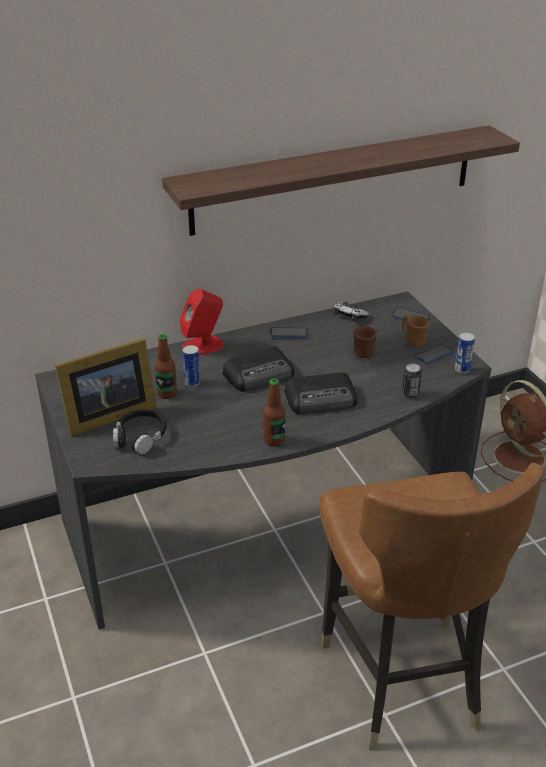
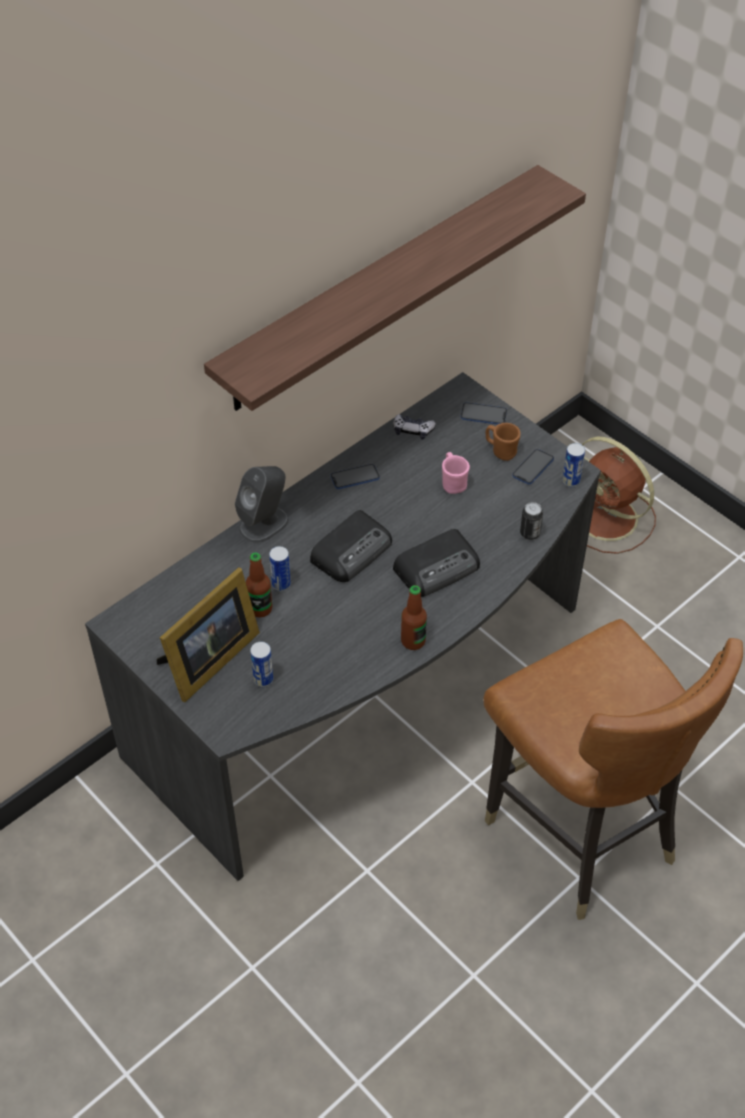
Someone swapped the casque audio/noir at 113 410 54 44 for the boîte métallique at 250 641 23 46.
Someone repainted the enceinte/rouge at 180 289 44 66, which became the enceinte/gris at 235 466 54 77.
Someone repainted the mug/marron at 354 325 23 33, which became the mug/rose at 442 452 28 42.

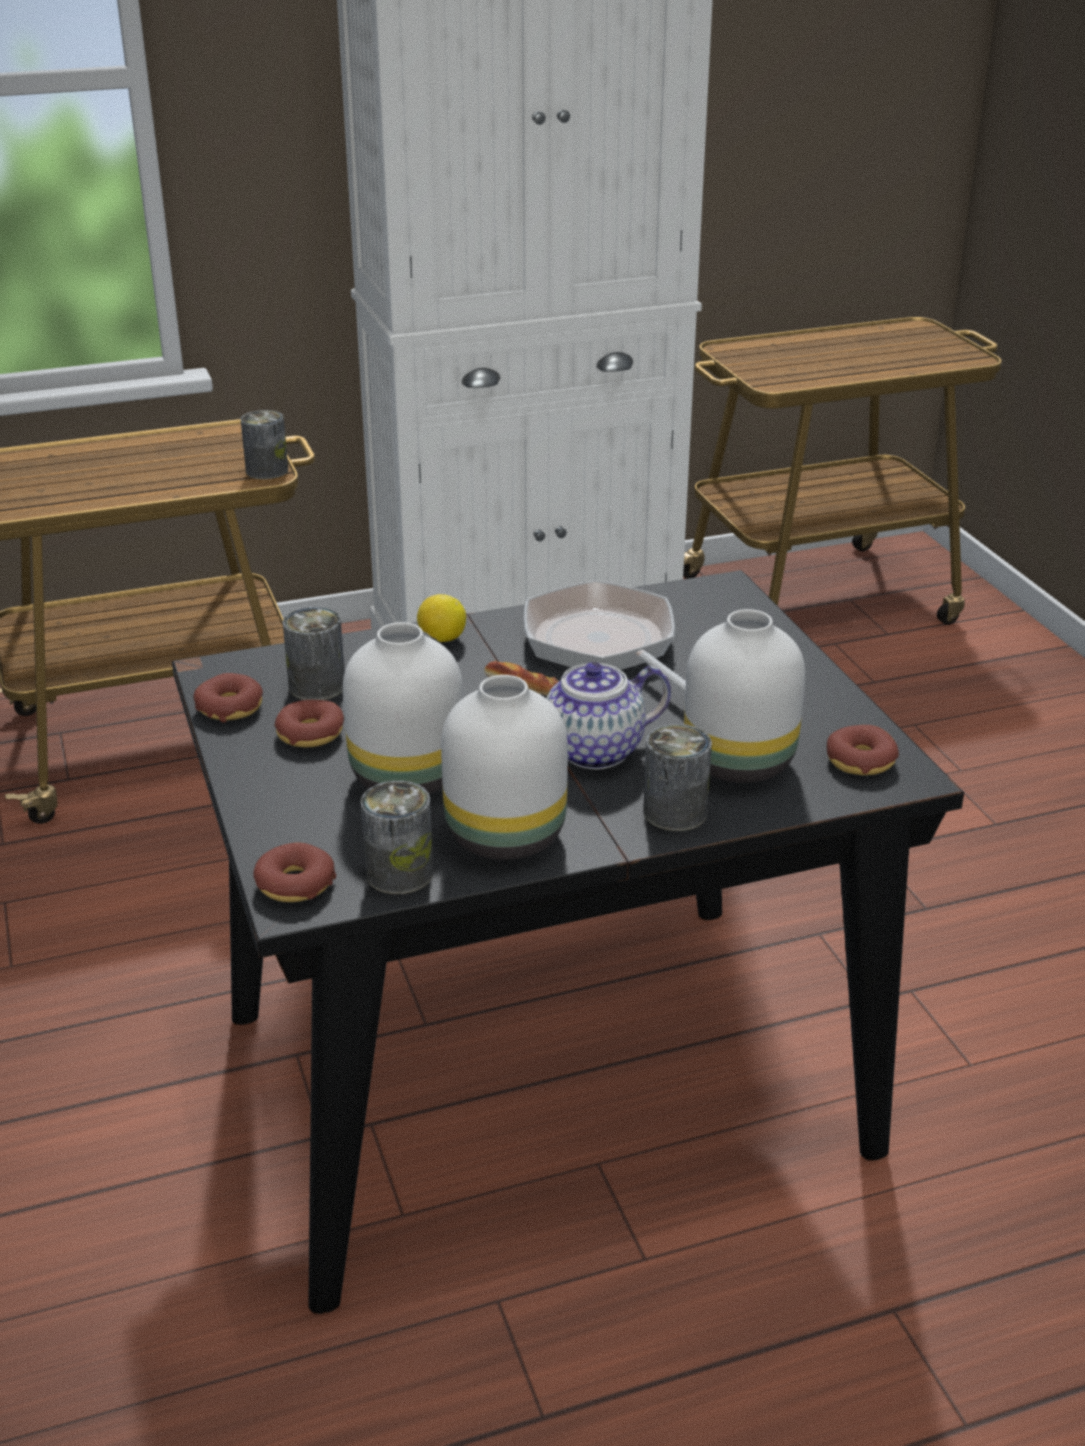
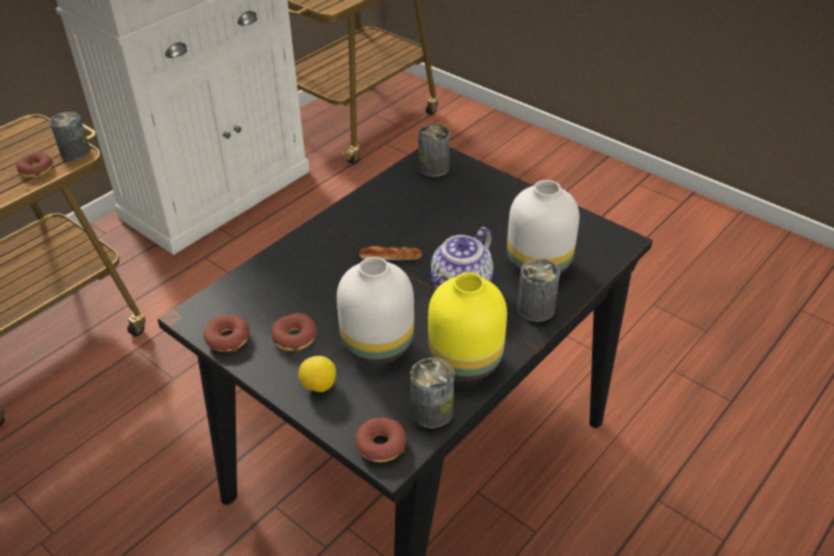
Someone carried the boîte métallique from 283 607 62 93 to 418 124 32 53.
Someone carried the citron from 417 594 49 48 to 298 356 38 36.
Someone repainted the vase/blanc at 441 675 127 185, which became the vase/jaune at 428 273 79 108.
Someone took away the poêle at 524 580 162 112.
Someone carried the beignet from 827 725 72 50 to 16 152 37 26.

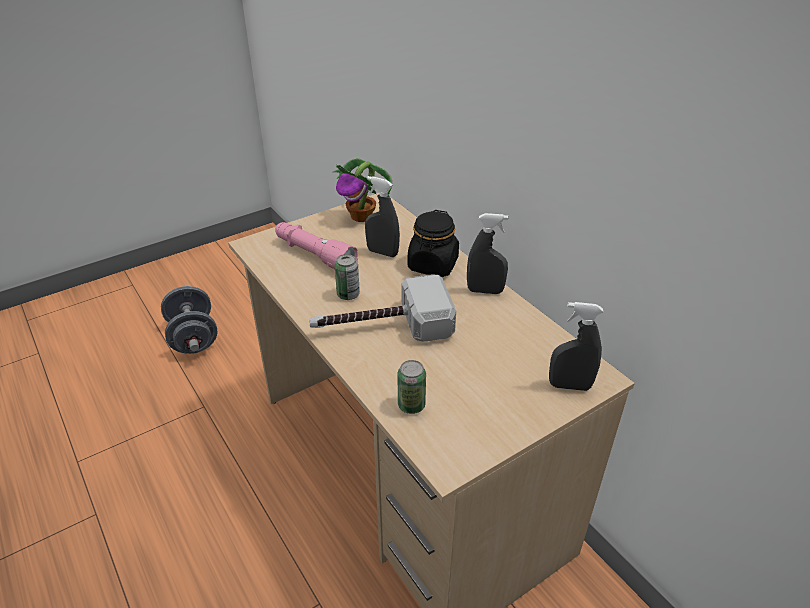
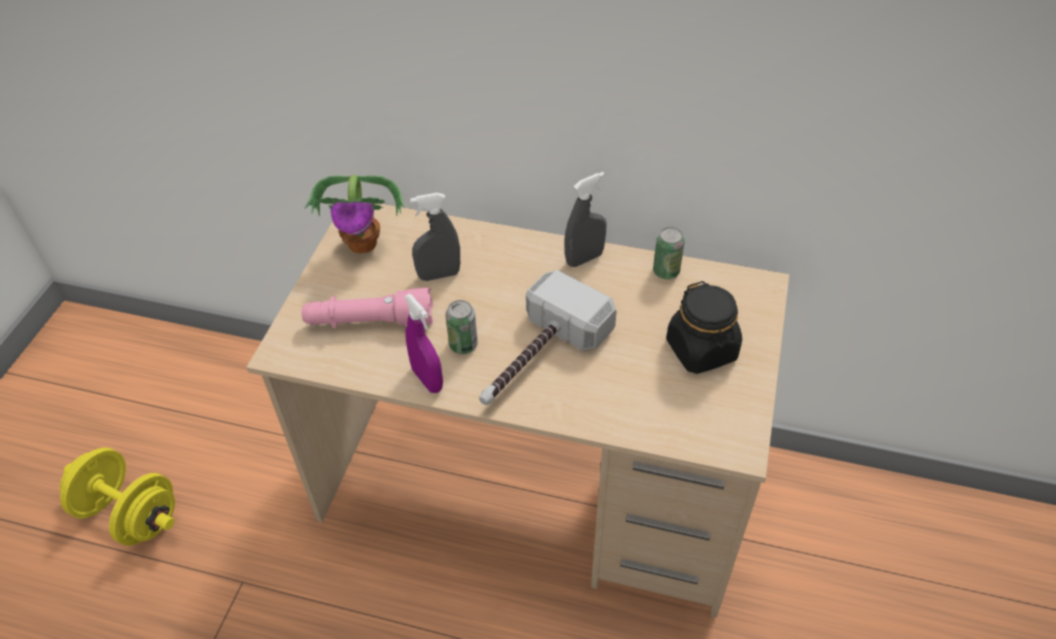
Someone repainted the haltère/gris at 161 286 56 68, which became the haltère/jaune at 60 448 115 98.
Someone carried the boîte métallique from 397 360 29 54 to 653 227 32 52.
Someone carried the bocal/noir from 408 210 51 67 to 666 281 76 93.
Someone took away the vaporisateur/gris at 549 302 54 89.
Someone put down the vaporisateur/violet at 404 294 39 99.

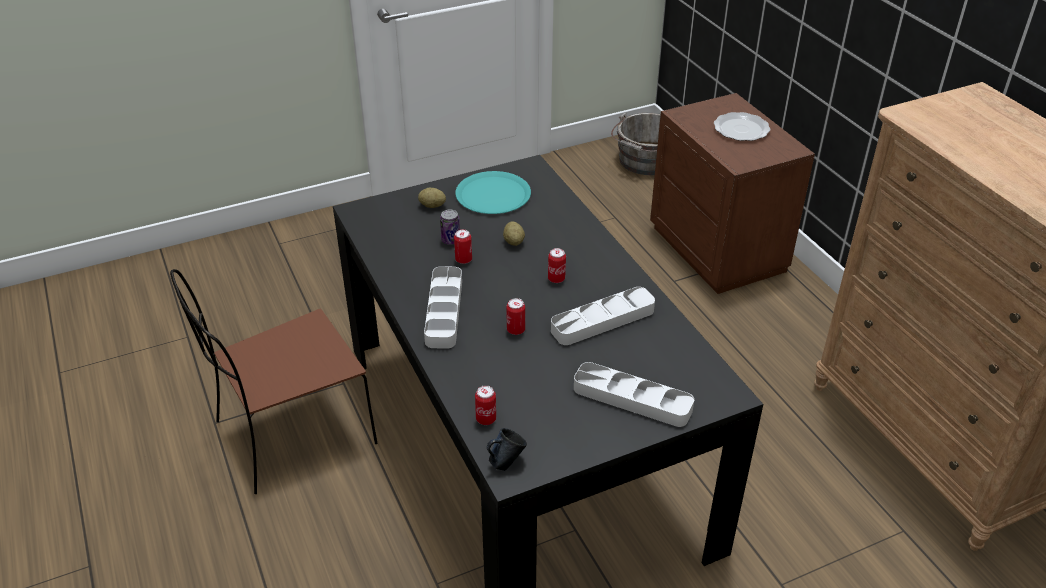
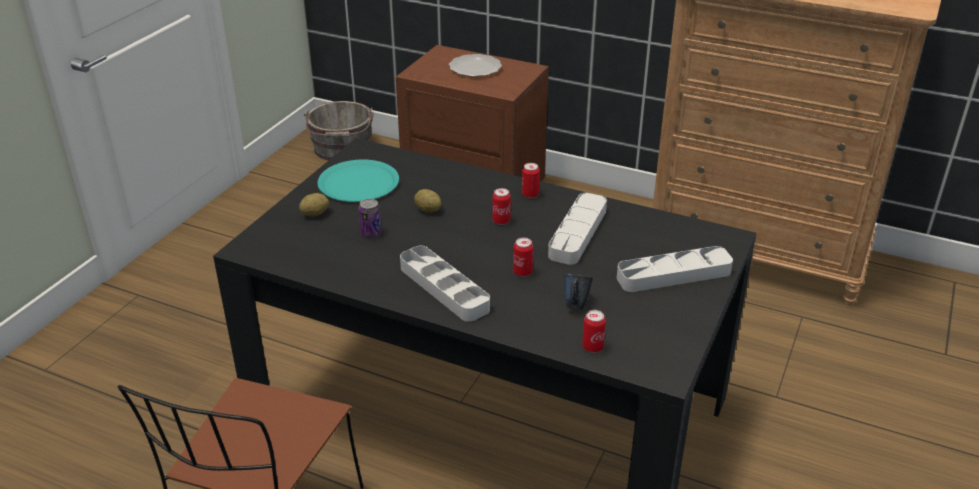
Someone carried the boîte métallique from 454 229 18 35 to 522 163 18 35.
Someone carried the mug/bleu from 487 428 40 43 to 564 274 29 35.

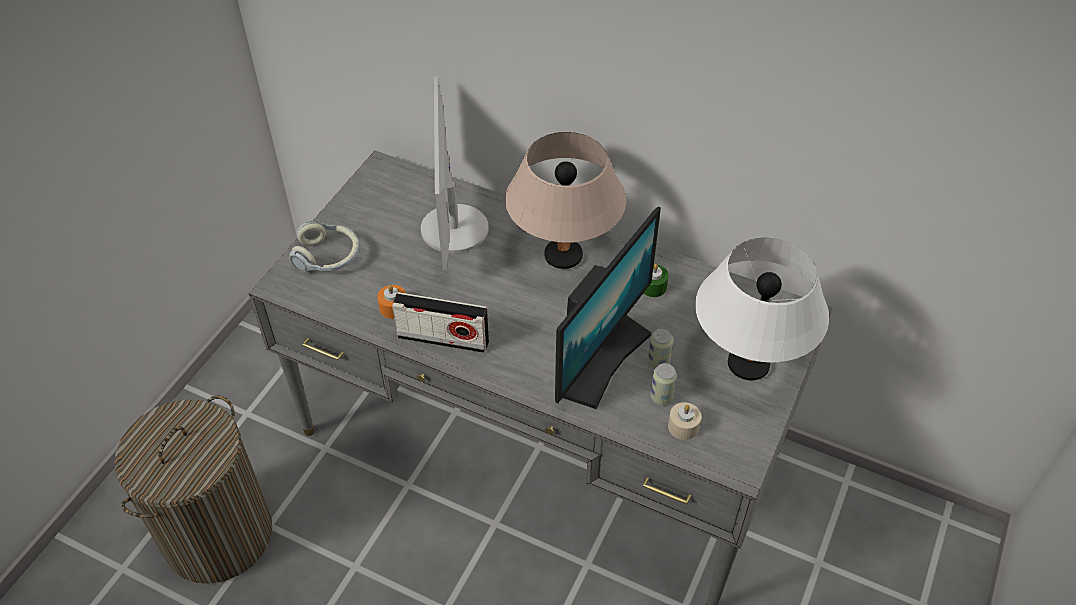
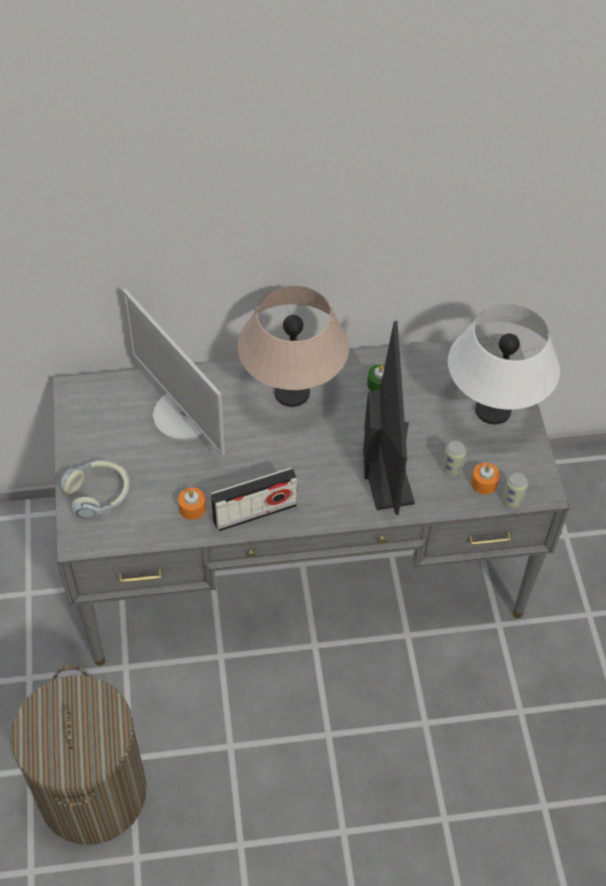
Someone carried the boîte métallique from 648 328 26 41 to 502 472 26 36.
Someone repainted the bougie/beige at 668 402 33 38, which became the bougie/orange at 471 463 29 31.

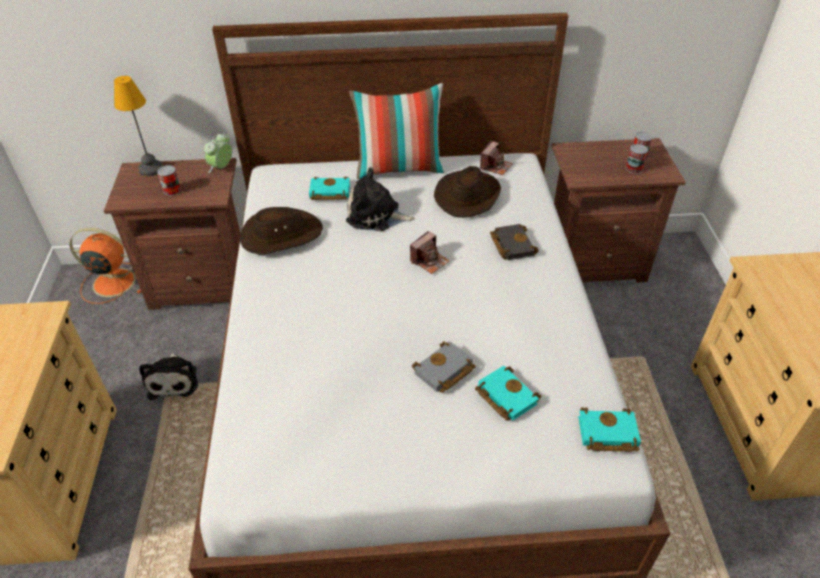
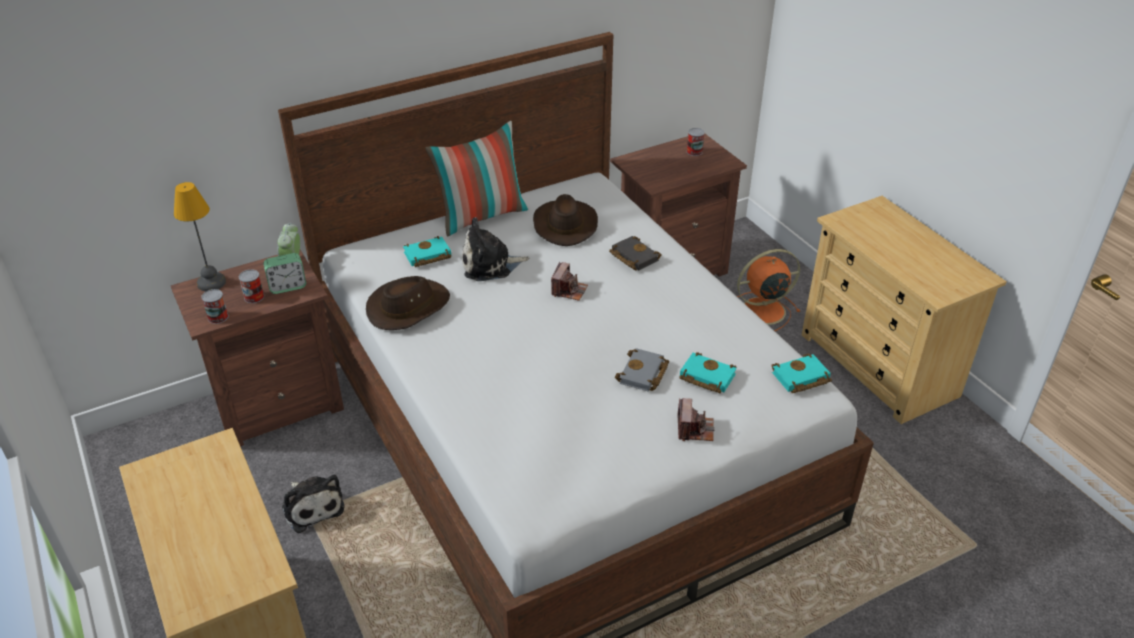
Someone carried the ventilateur/orange from 70 228 71 76 to 737 249 63 82.
Someone carried the appareil photo from 480 141 33 34 to 677 398 37 43.
Someone carried the boîte métallique from 625 144 23 29 to 201 289 28 35.
Someone put down the réveil at 263 253 43 41.

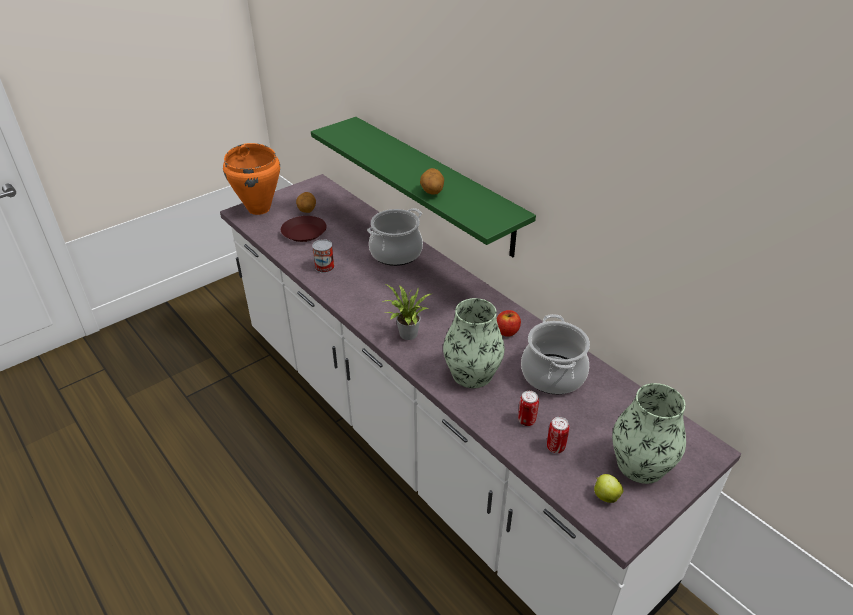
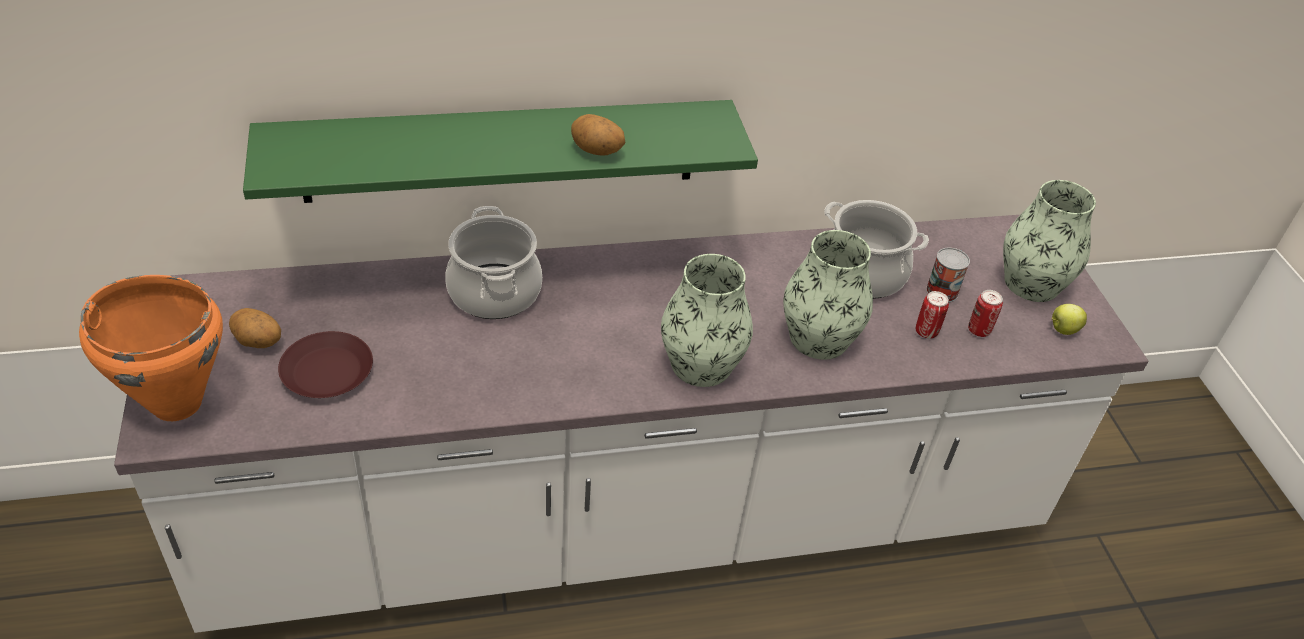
Someone carried the boîte métallique from 312 239 23 34 to 926 248 44 54.
Someone swapped the plante en pot at 382 284 49 56 for the vase at 661 254 92 133.
Someone took away the pomme at 497 310 24 27.

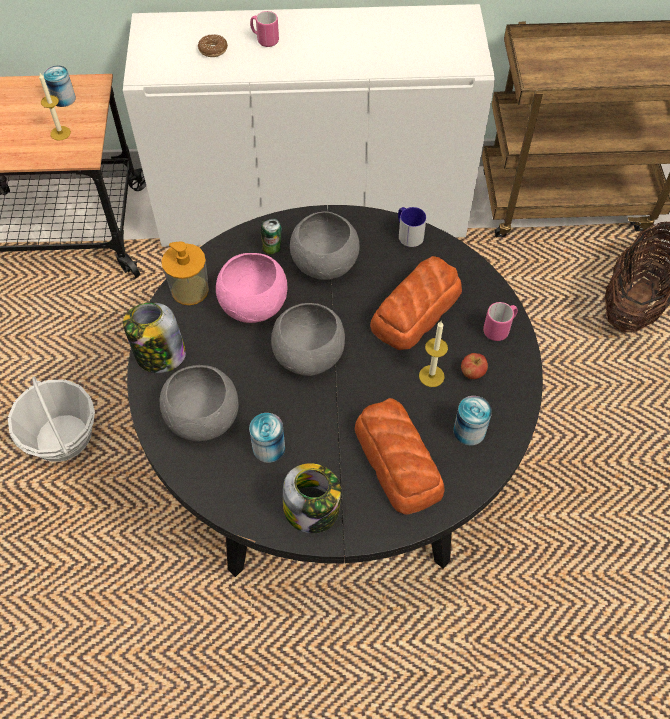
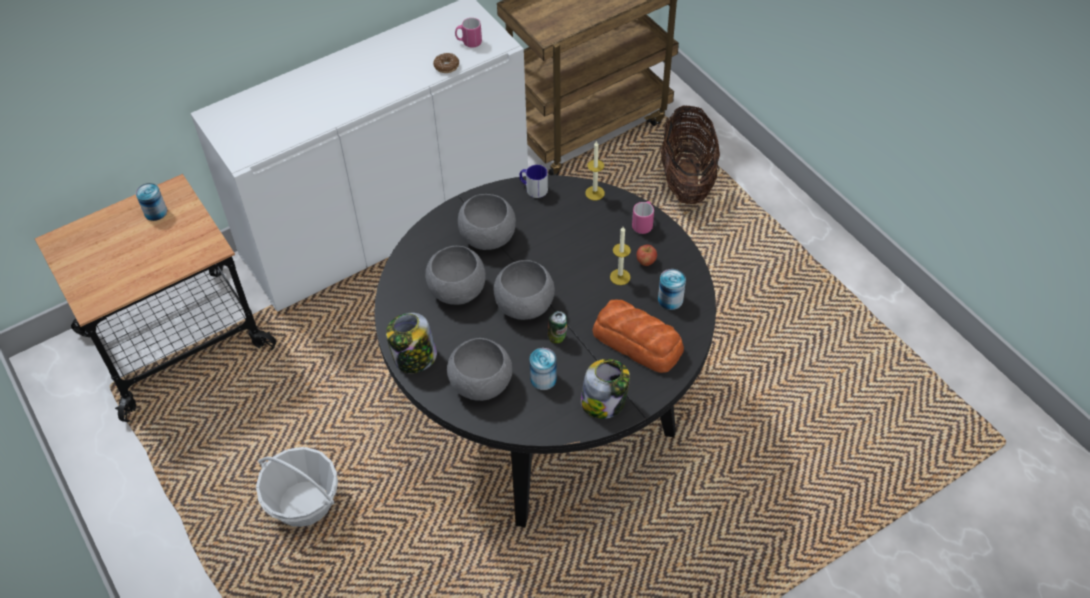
Someone carried the bougie from 39 73 32 68 to 585 141 20 59.
Someone took away the distributeur de savon at 161 242 48 63.
Someone carried the beignet from 198 34 30 23 to 433 53 26 20.
Someone repainted the bol/rose at 216 253 71 70, which became the bol/gris at 425 246 61 59.
Someone carried the mug/rose from 250 11 29 36 to 455 18 27 30.
Someone carried the boîte métallique from 261 218 21 36 to 547 311 21 33.
Someone took away the pain at 370 256 92 94.

